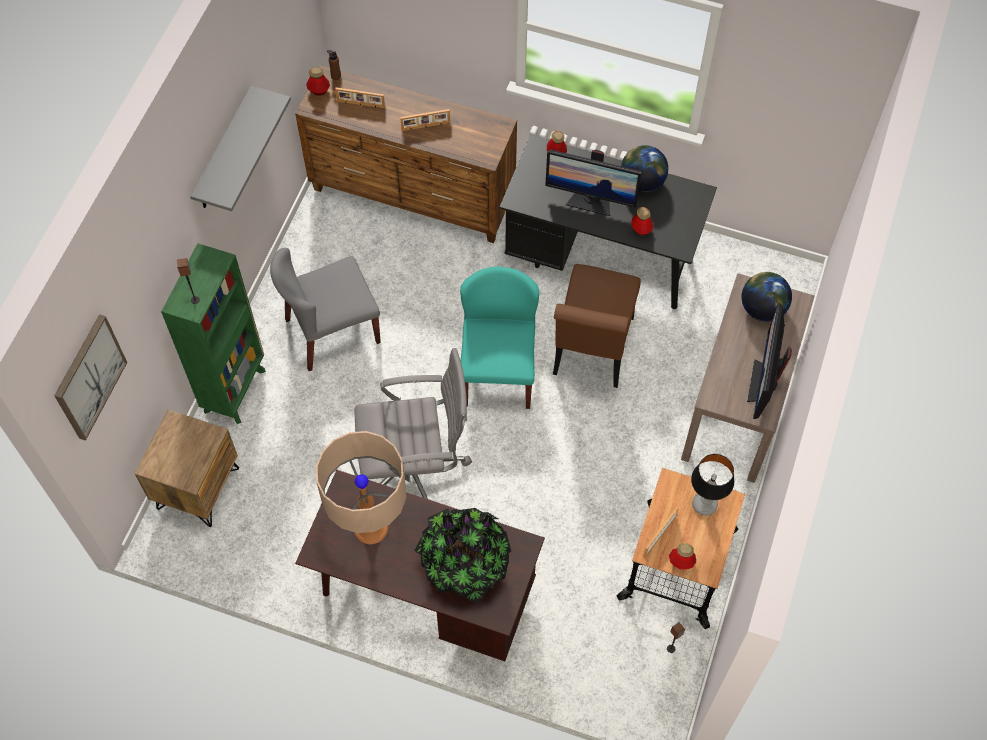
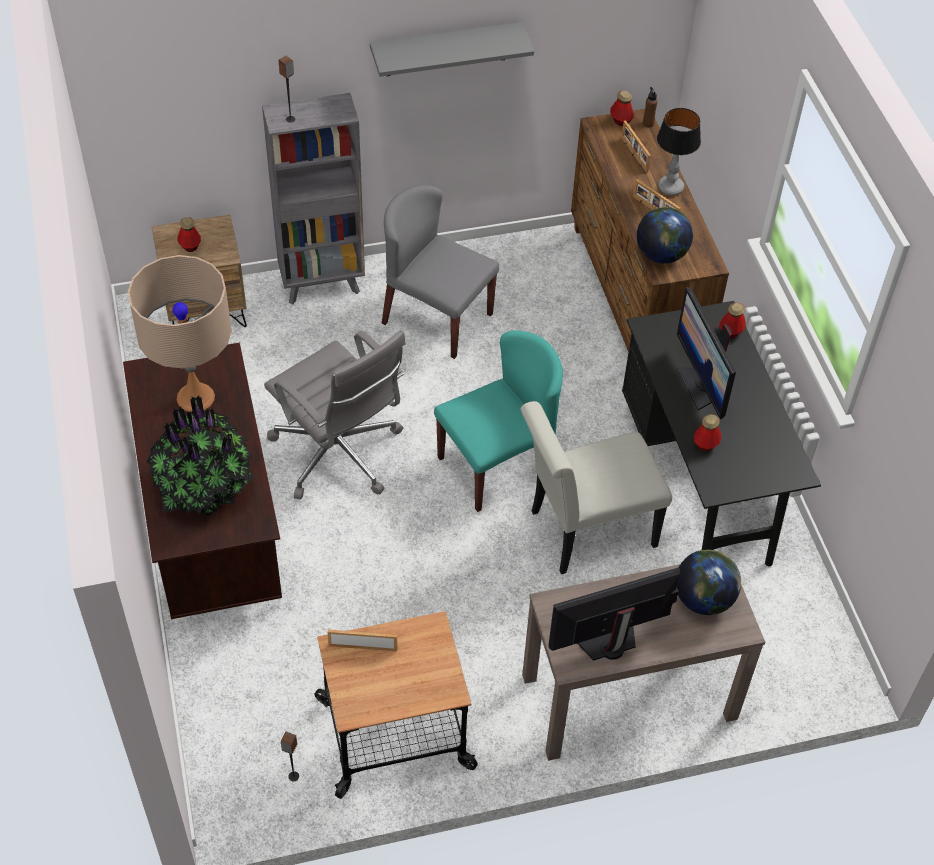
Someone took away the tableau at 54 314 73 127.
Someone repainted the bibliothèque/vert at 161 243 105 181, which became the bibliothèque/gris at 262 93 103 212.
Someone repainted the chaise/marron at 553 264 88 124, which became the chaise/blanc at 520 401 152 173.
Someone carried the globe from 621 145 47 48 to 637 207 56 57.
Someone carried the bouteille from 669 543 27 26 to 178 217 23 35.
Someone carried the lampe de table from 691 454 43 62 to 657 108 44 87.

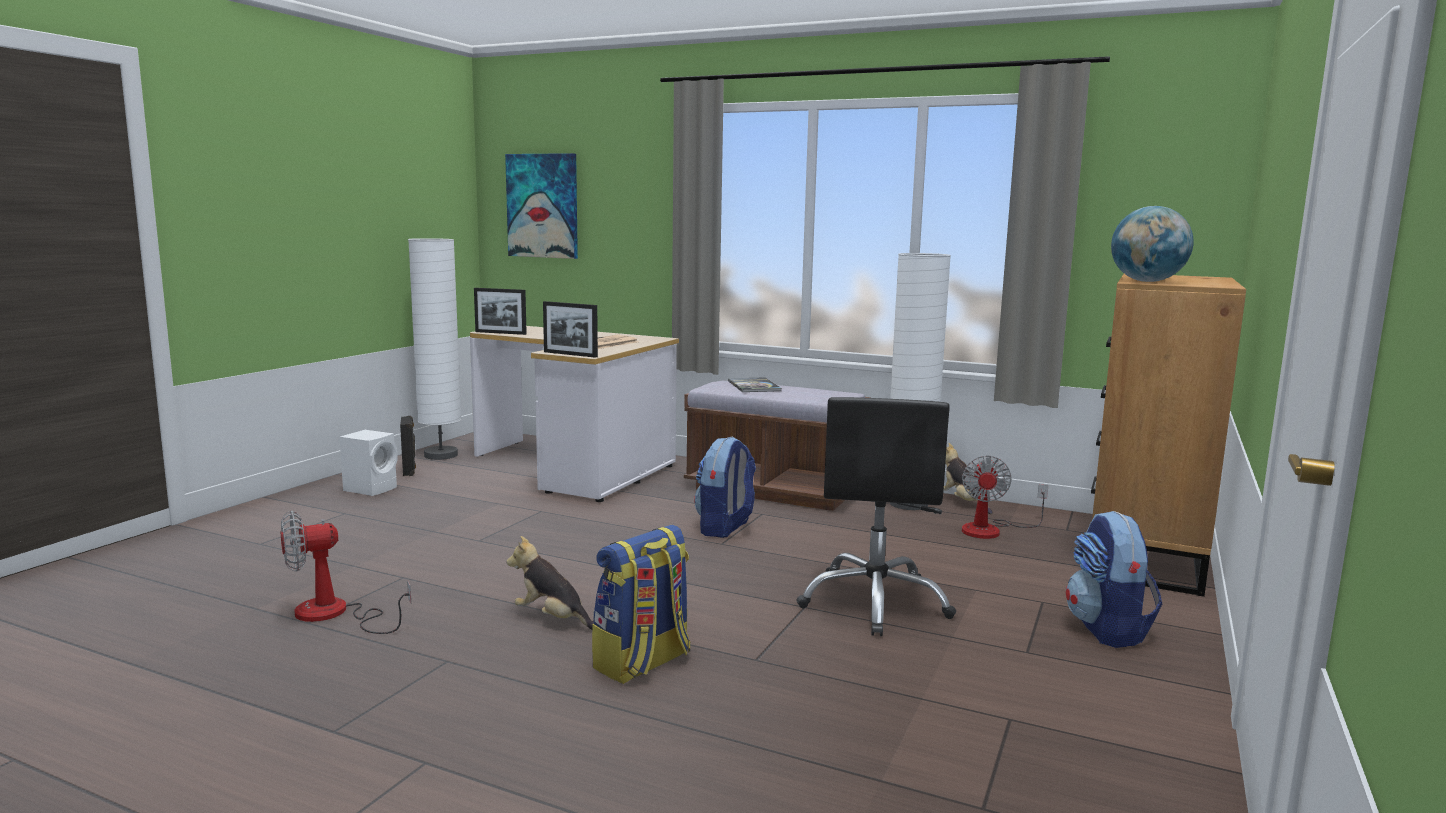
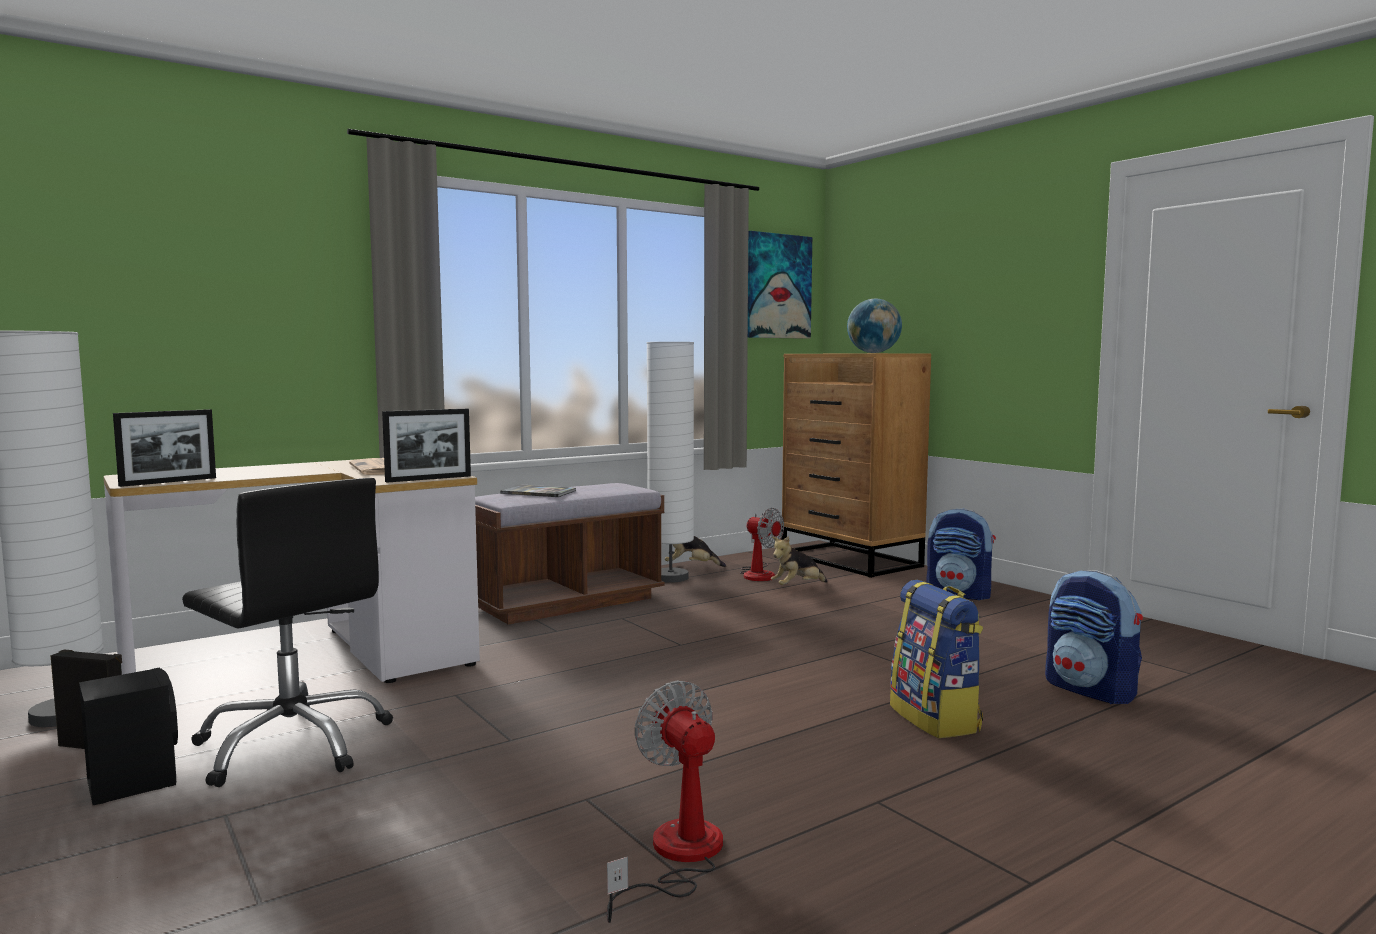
Someone rotated the ventilateur at 281 511 130 123 by 150 degrees clockwise.
Someone repainted the enceinte/blanc at 339 430 59 66, which became the enceinte/noir at 79 668 99 137.
Someone carried the tableau from 505 153 73 106 to 748 231 64 108.
Someone carried the peluche from 506 536 88 93 to 771 536 57 49.
Someone carried the sac à dos from 694 436 62 102 to 1045 570 98 134.
Someone carried the chaise de bureau/noir from 796 397 160 239 to 182 478 211 309.

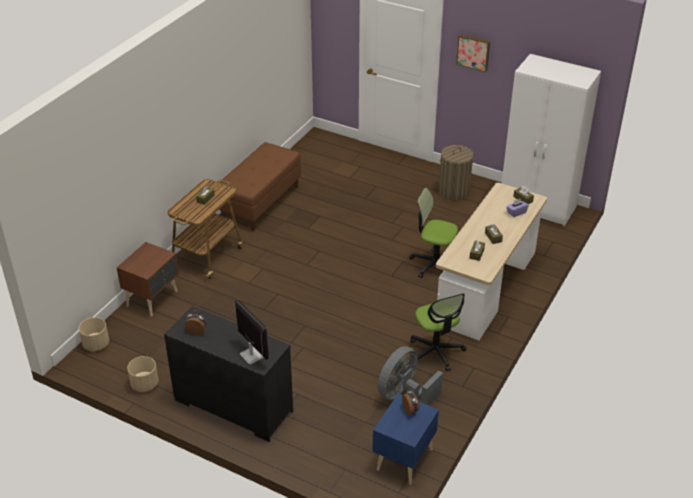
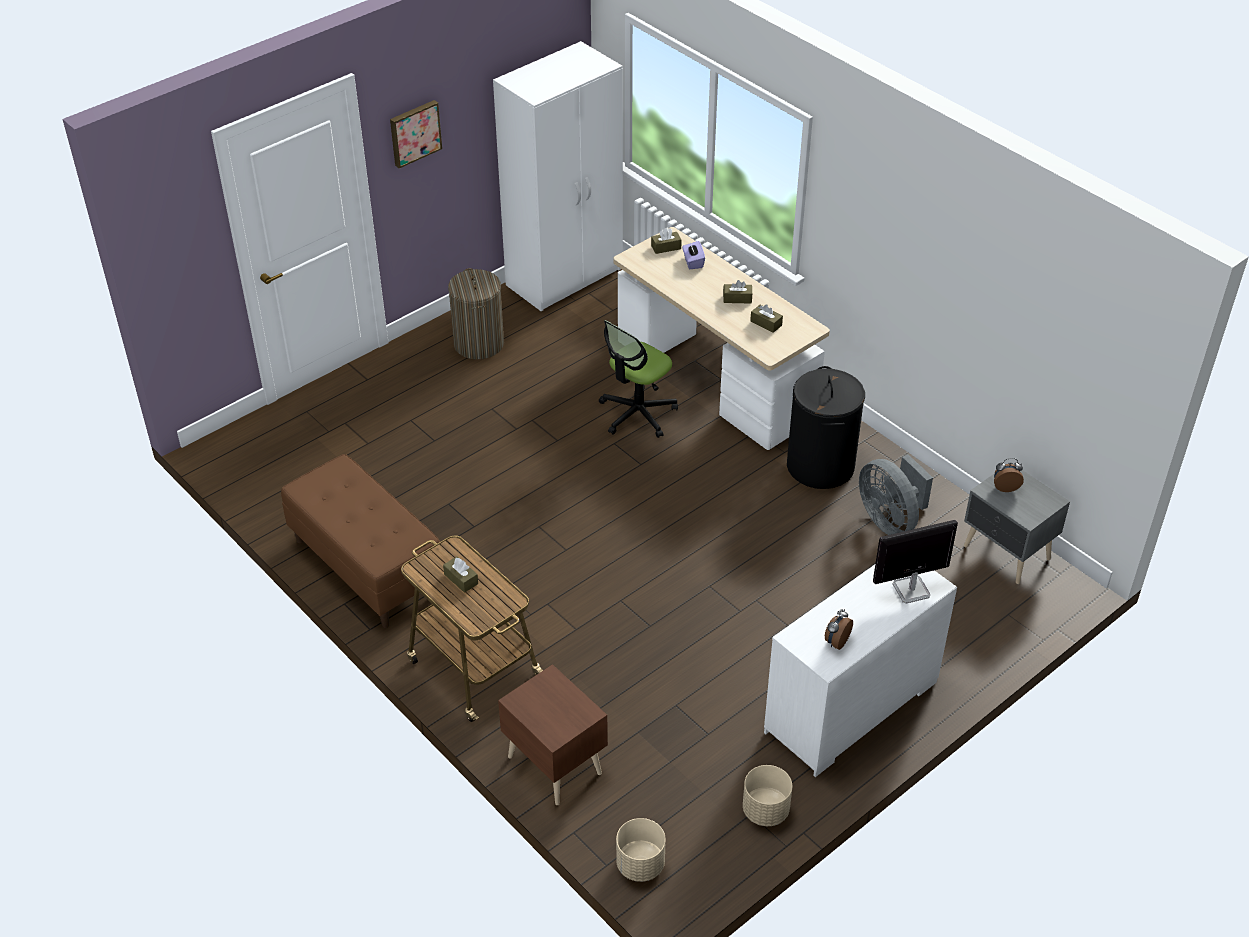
Someone repainted the commode/noir at 164 306 129 136, which became the commode/blanc at 764 565 193 212.
Someone repainted the table de chevet/bleu at 372 394 67 91, which became the table de chevet/gris at 964 462 106 122.
Someone swapped the chaise de bureau at 411 293 55 78 for the panier à linge/noir at 787 366 78 123.

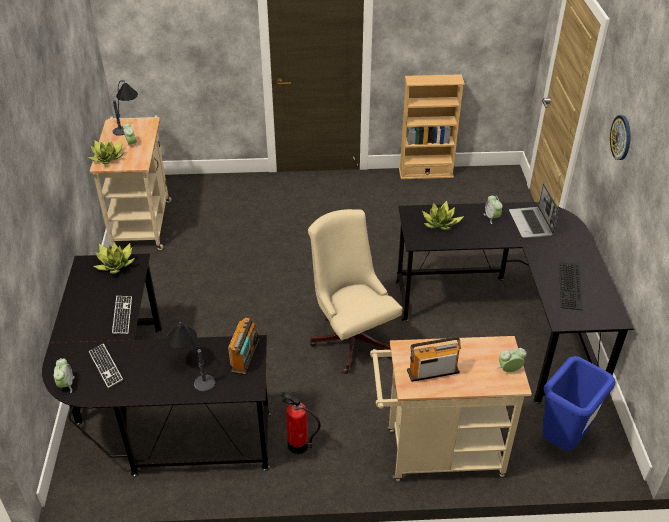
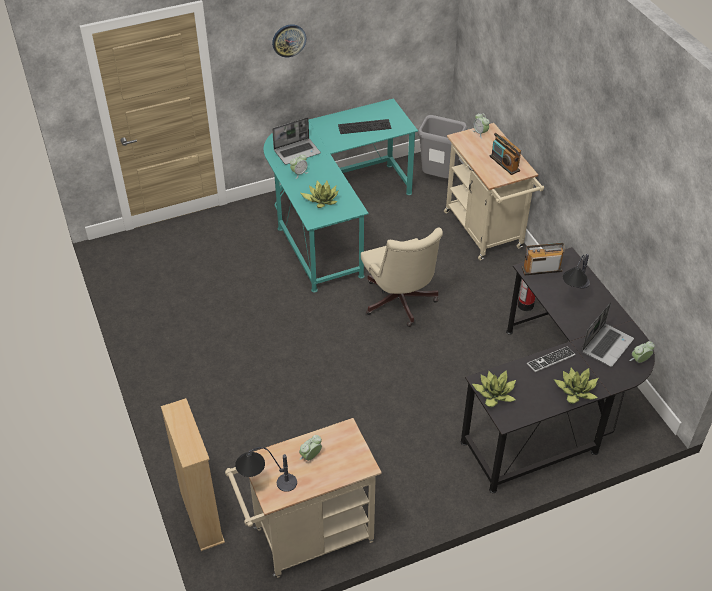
Someone carried the plante en pot from 88 139 36 25 to 554 368 44 36.
Someone swapped the clavier at 89 343 34 45 for the ordinateur portable at 582 302 52 65.
Someone rotated the chaise de bureau/beige at 308 209 94 165 by 60 degrees counterclockwise.
Someone repainted the bureau/noir at 396 202 238 202, which became the bureau/turquoise at 264 98 154 195.
Someone carried the bibliothèque/beige from 399 74 66 105 to 161 398 64 153.
Someone repainted the poubelle/bleu at 543 356 72 95, which became the poubelle/gris at 418 115 49 64.

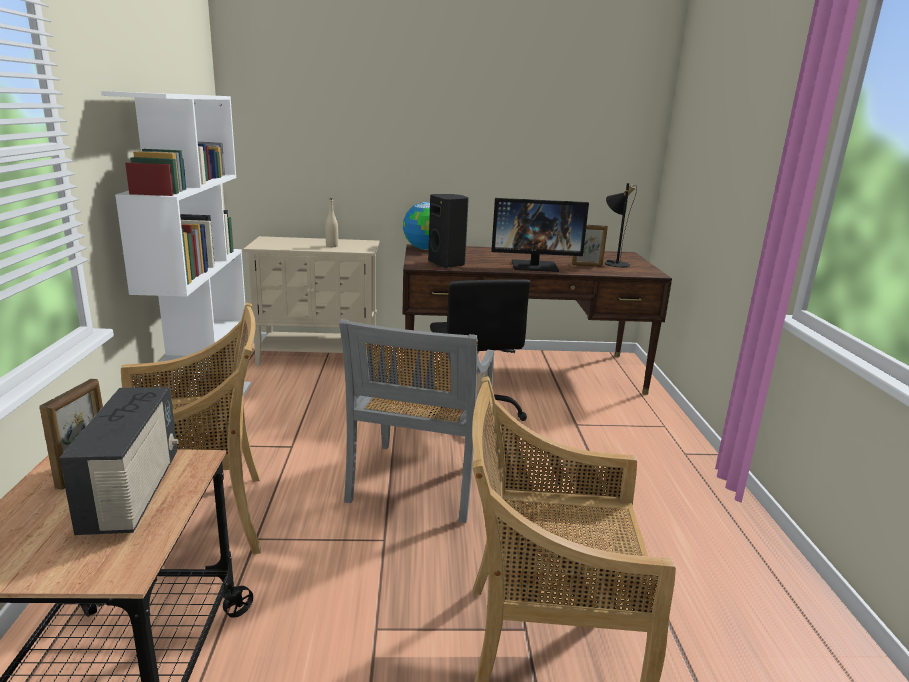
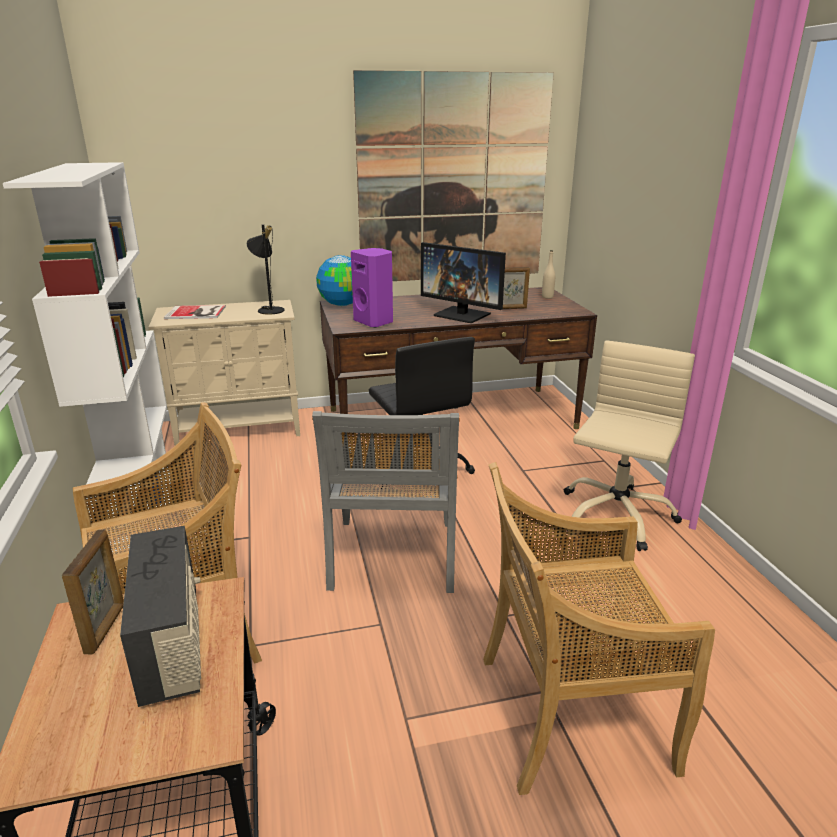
Someone carried the bouteille/beige from 325 198 13 49 to 542 250 13 48.
Someone repainted the enceinte/noir at 428 194 41 74, which became the enceinte/violet at 351 248 42 80.
Someone rotated the écran d'ordinateur at 491 198 98 74 by 45 degrees clockwise.
Someone carried the lampe de table/noir from 605 183 32 85 to 246 224 39 91.
Someone put down the livre at 164 305 62 14.
Someone put up the tableau at 353 70 201 211.
Someone put down the chaise de bureau/beige at 564 340 131 211.

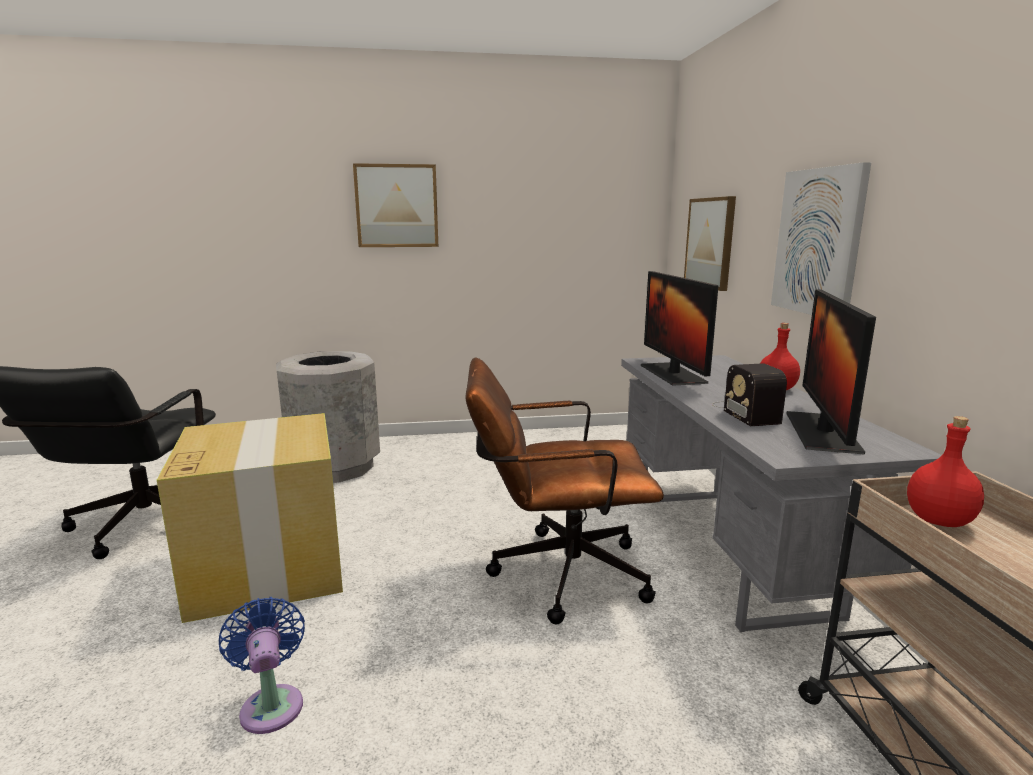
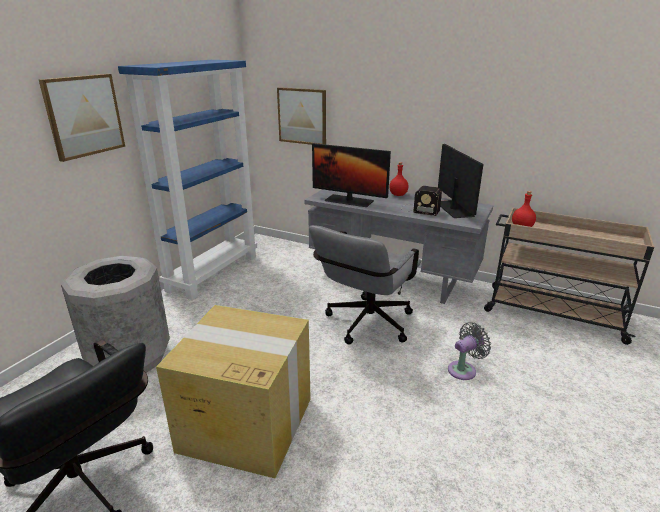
Someone took away the ventilateur/bleu at 219 597 86 137.
Someone repainted the chaise de bureau/marron at 466 357 198 267, which became the chaise de bureau/gris at 309 225 112 119.
Someone took away the tableau at 771 162 100 153.
Someone rotated the écran d'ordinateur at 787 290 89 164 by 150 degrees counterclockwise.
Someone put down the bibliothèque/bleu at 118 60 139 240.
Someone put down the ventilateur/gris at 448 322 43 58.

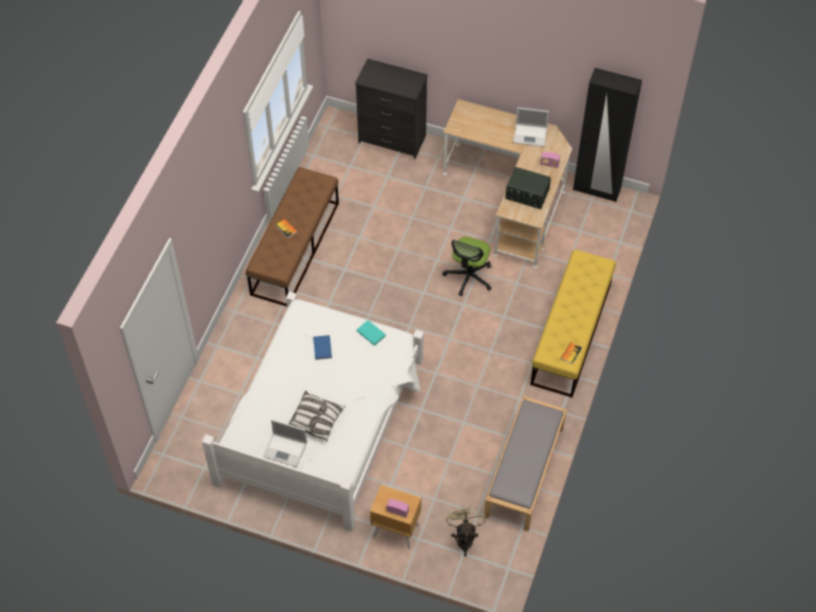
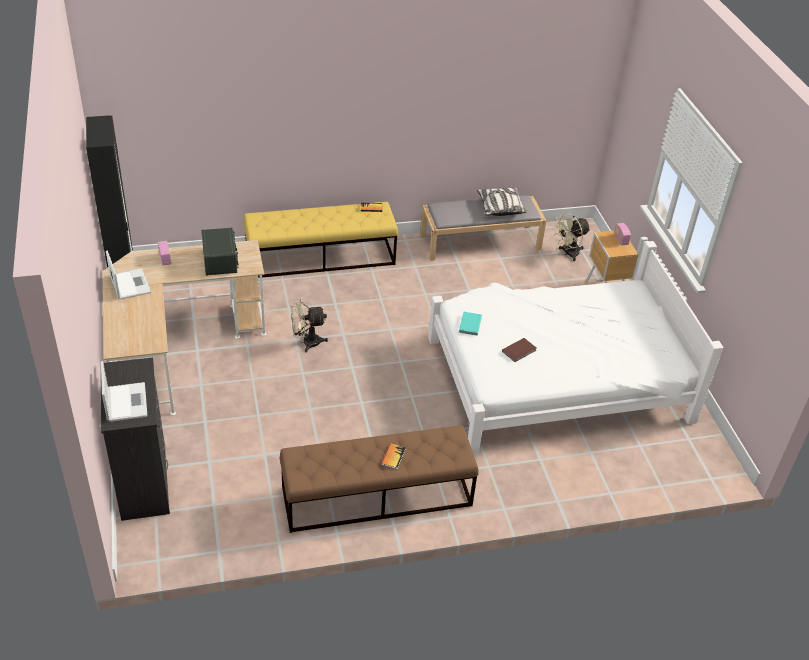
Someone carried the ordinateur portable from 263 419 44 48 to 101 361 46 61.
Someone carried the coussin from 288 390 58 52 to 477 188 50 28.
Someone repainted the livre/bleu at 313 335 19 25, which became the livre/marron at 502 338 35 24.
Someone swapped the chaise de bureau at 443 237 49 59 for the ventilateur/beige at 290 297 38 55.

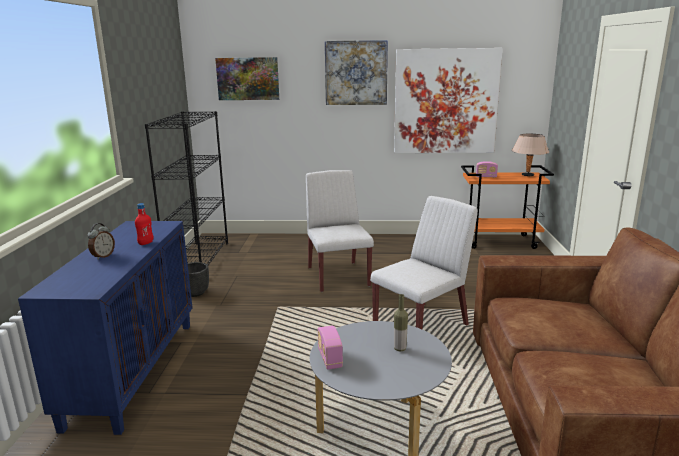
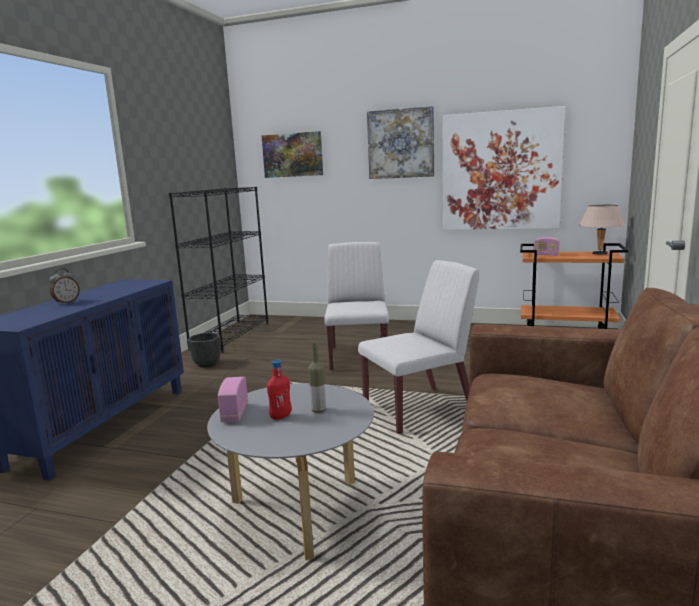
Someone carried the bouteille/rouge from 135 203 19 42 to 267 360 25 60.

